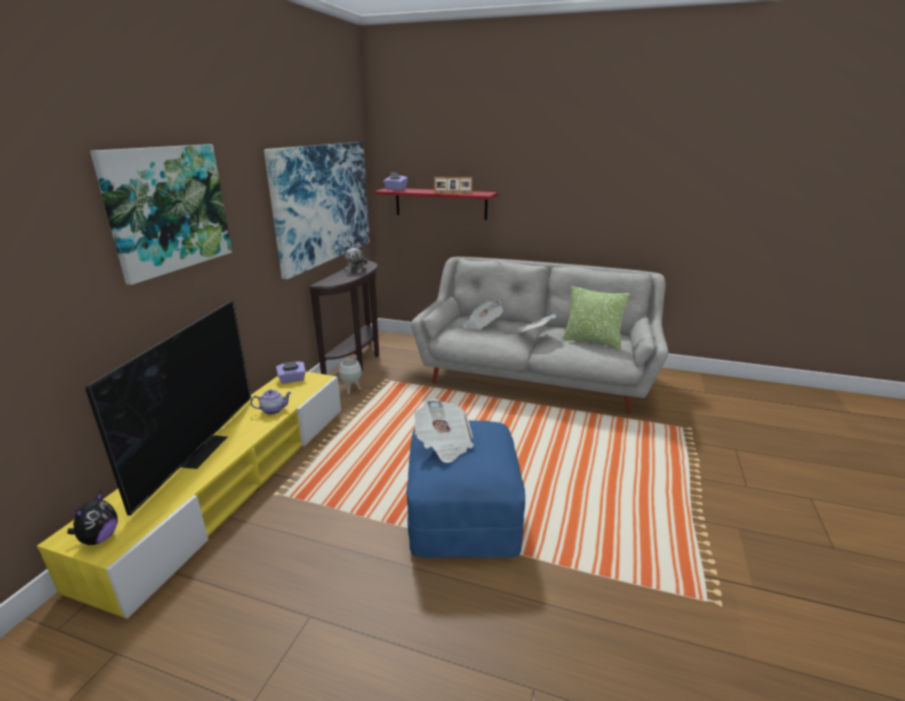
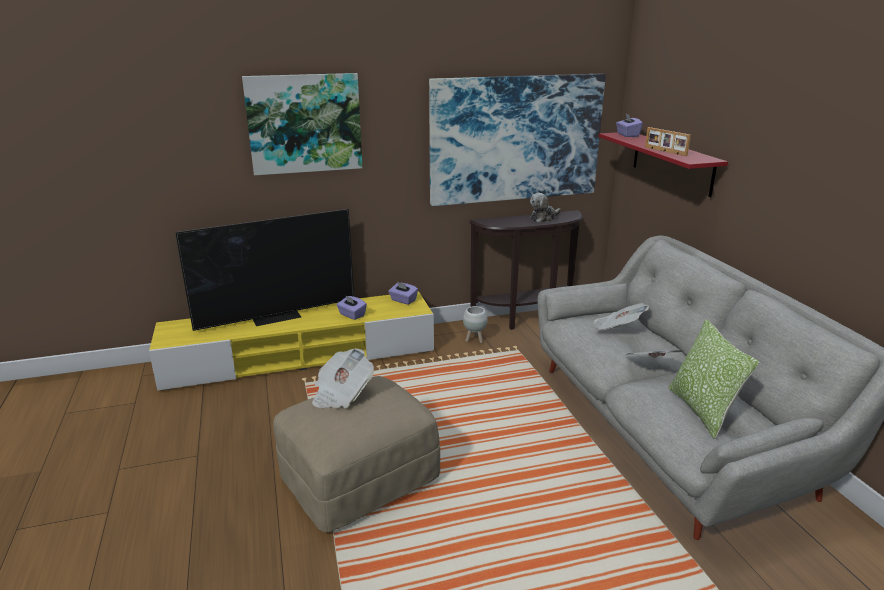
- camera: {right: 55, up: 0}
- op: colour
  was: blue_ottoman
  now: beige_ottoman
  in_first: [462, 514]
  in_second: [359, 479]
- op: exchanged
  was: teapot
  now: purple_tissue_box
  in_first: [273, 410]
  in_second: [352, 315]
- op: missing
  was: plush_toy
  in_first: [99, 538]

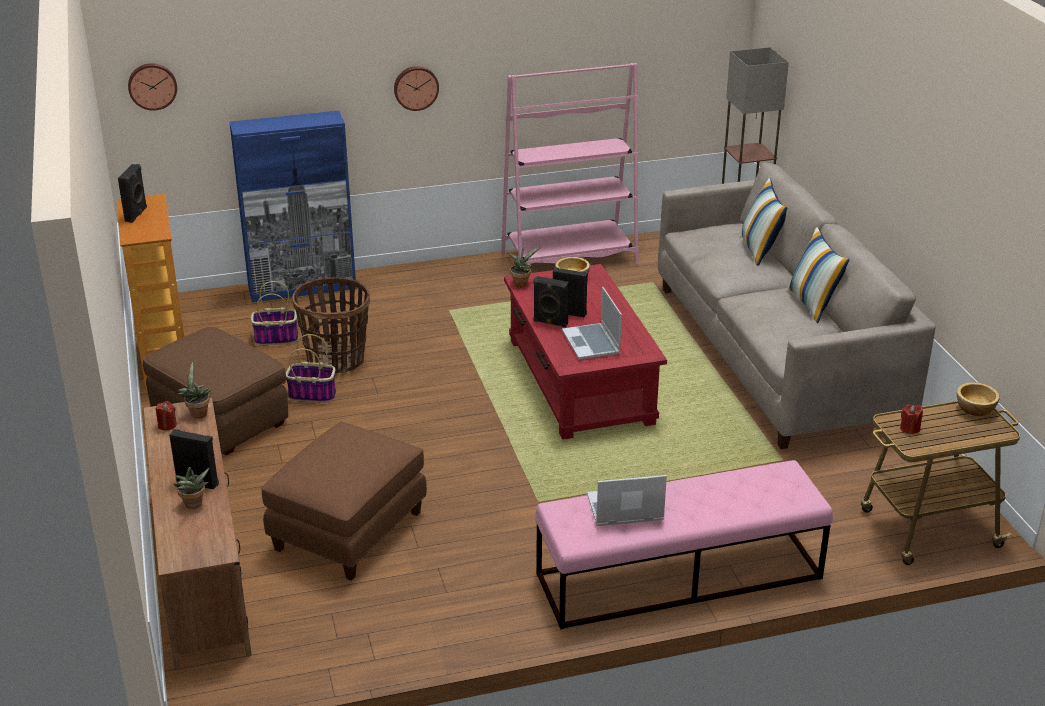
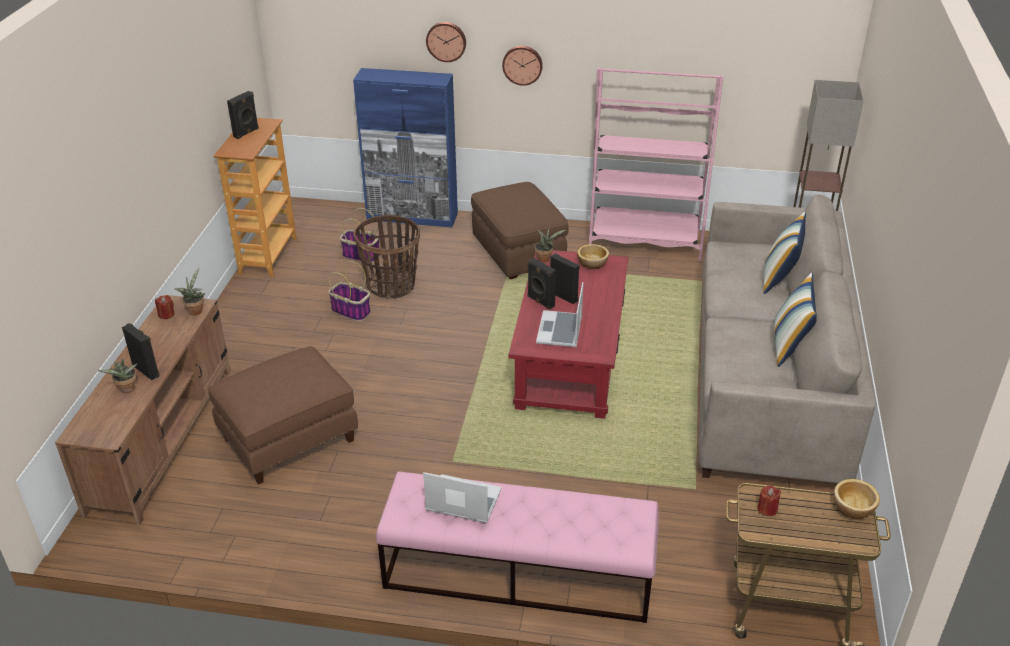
- camera: {right: 25, up: 5}
- op: relocated
  was: wall_clock
  in_first: [152, 86]
  in_second: [446, 41]
- op: relocated
  was: brown_ottoman
  in_first: [219, 418]
  in_second: [518, 252]

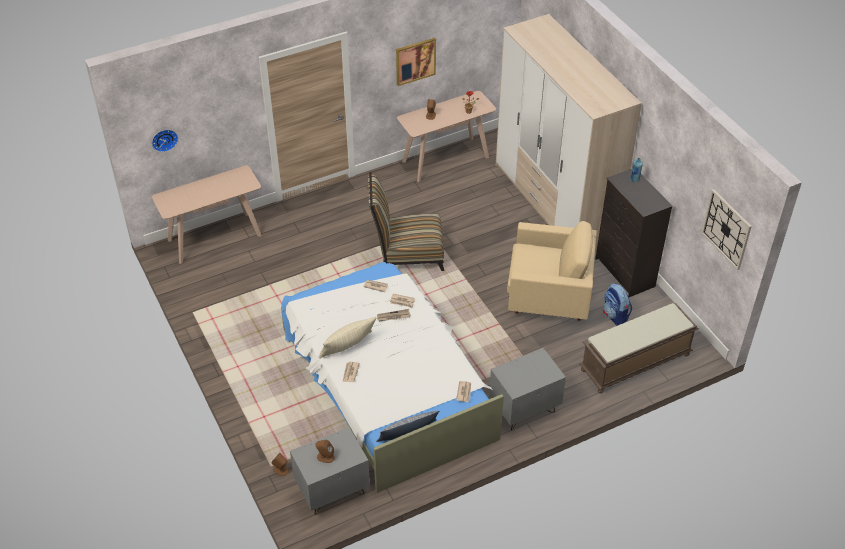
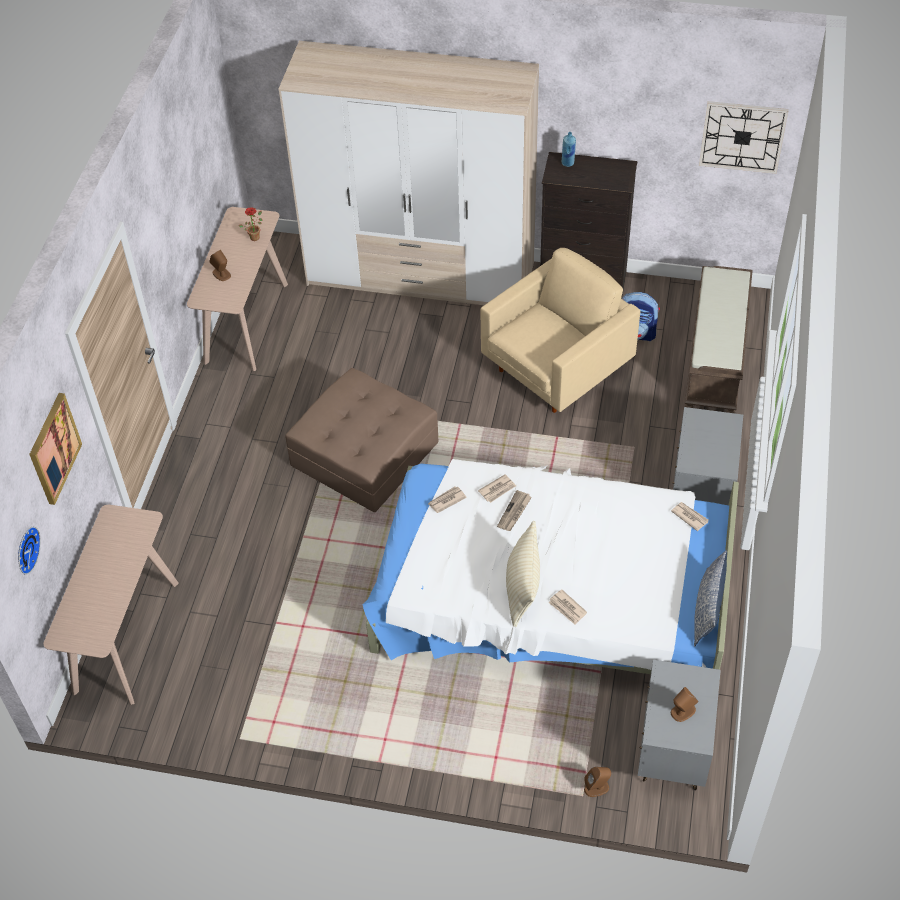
- camera: {right: -50, up: 5}
- op: relocated
  was: picture
  in_first: [415, 61]
  in_second: [54, 448]
- op: exchanged
  was: chair
  now: brown_ottoman
  in_first: [407, 253]
  in_second: [364, 453]

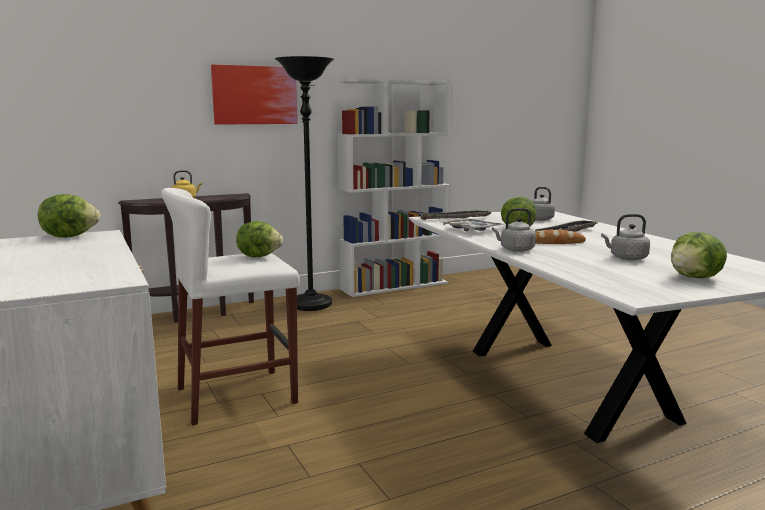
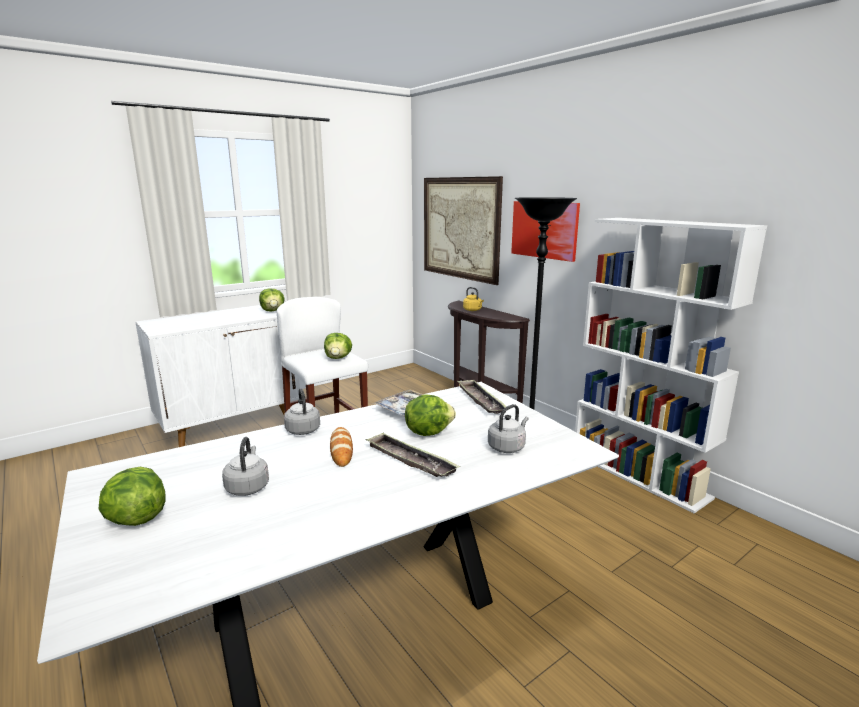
- camera: {right: 80, up: 5}
- op: appeared
  now: picture
  in_second: [460, 228]

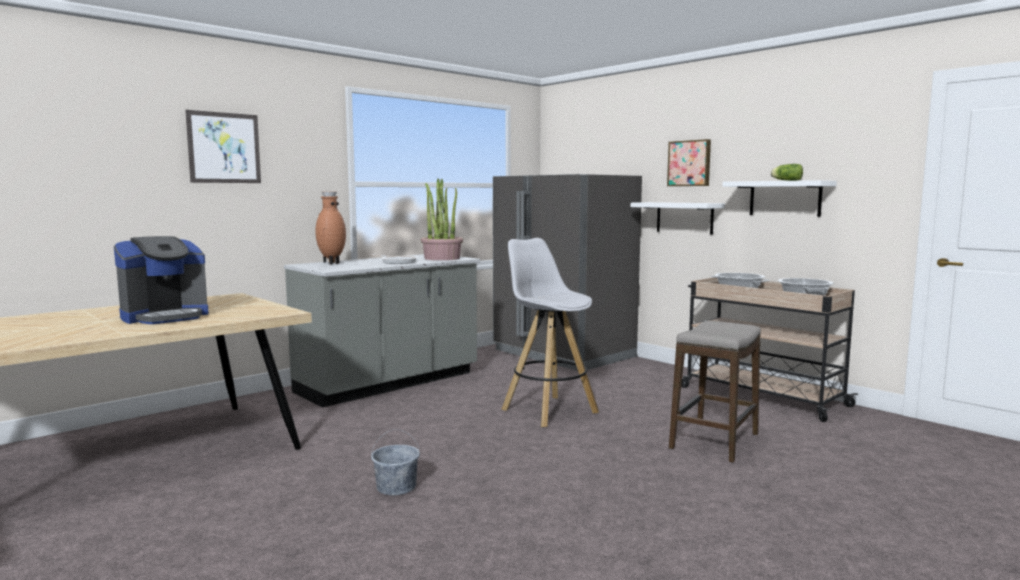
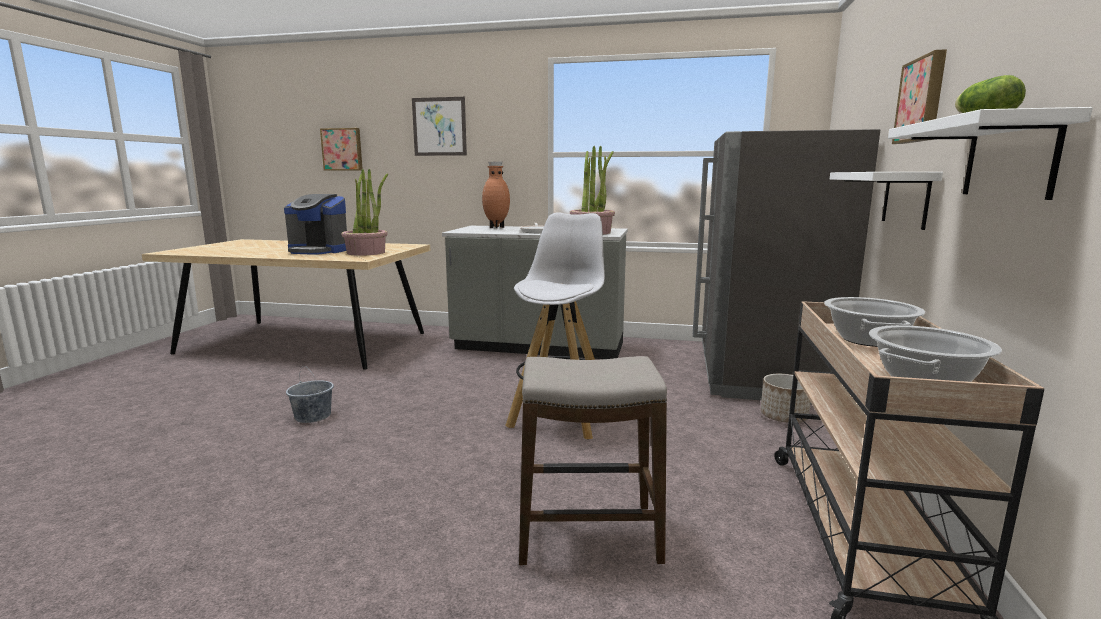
- camera: {right: 55, up: 5}
- op: appeared
  now: picture
  in_second: [342, 149]
- op: appeared
  now: potted_plant
  in_second: [366, 252]
- op: appeared
  now: planter
  in_second: [784, 417]

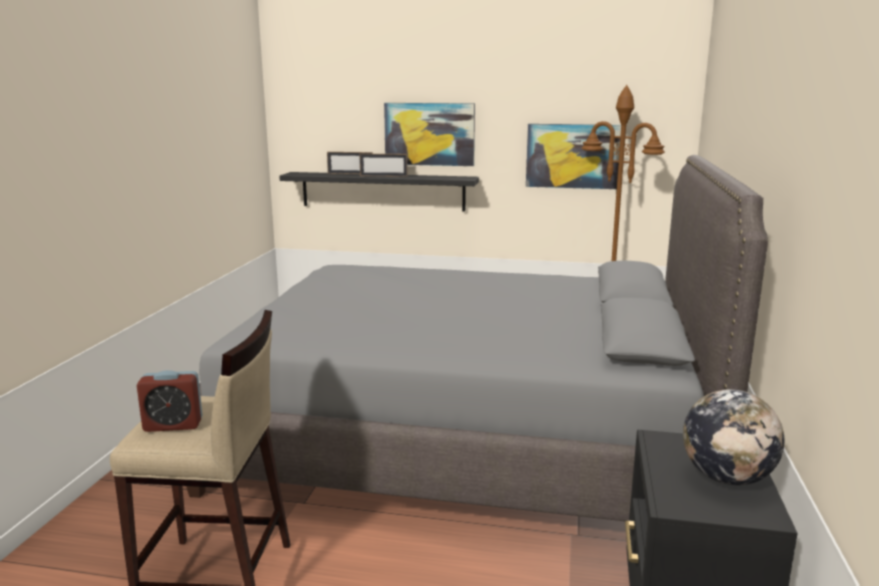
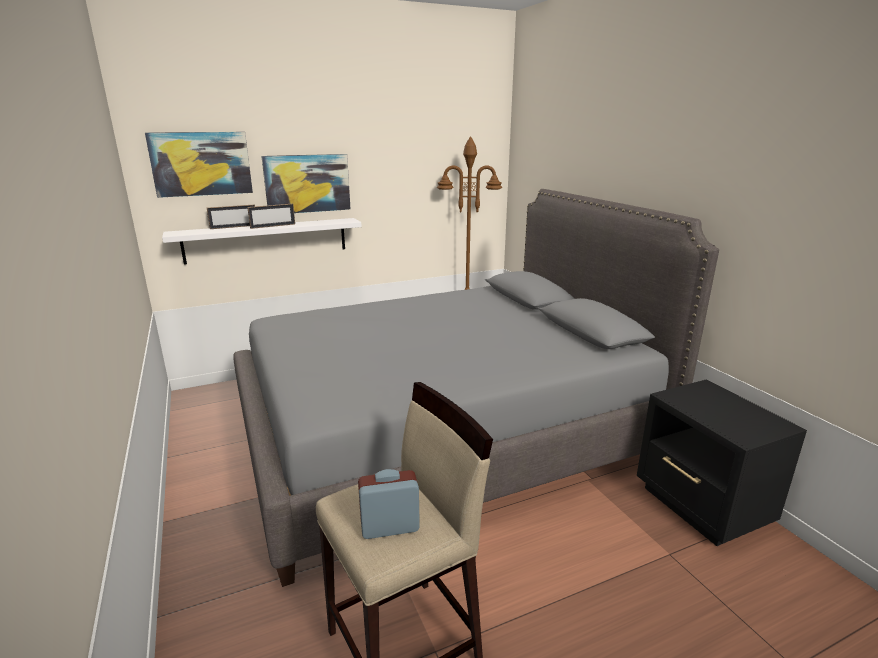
- camera: {right: -35, up: 5}
- op: relocated
  was: picture
  in_first: [573, 156]
  in_second: [201, 164]
- op: colour
  was: black_shelf
  now: white_shelf
  in_first: [382, 191]
  in_second: [266, 240]
- op: spun
  was: alarm_clock
  in_first: [173, 425]
  in_second: [390, 526]
  clockwise: -150
- op: missing
  was: globe
  in_first: [727, 478]

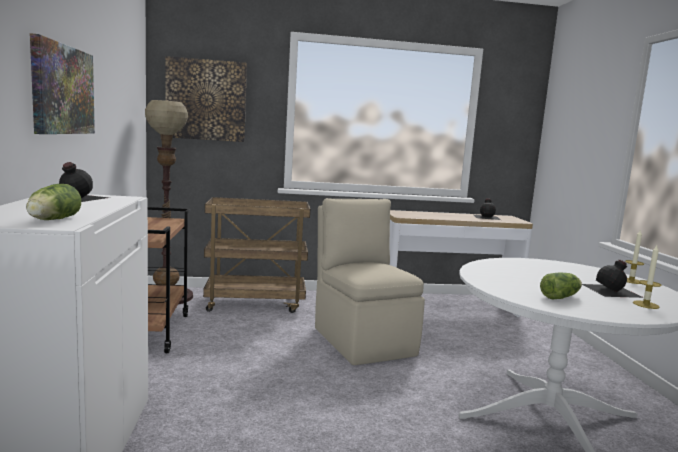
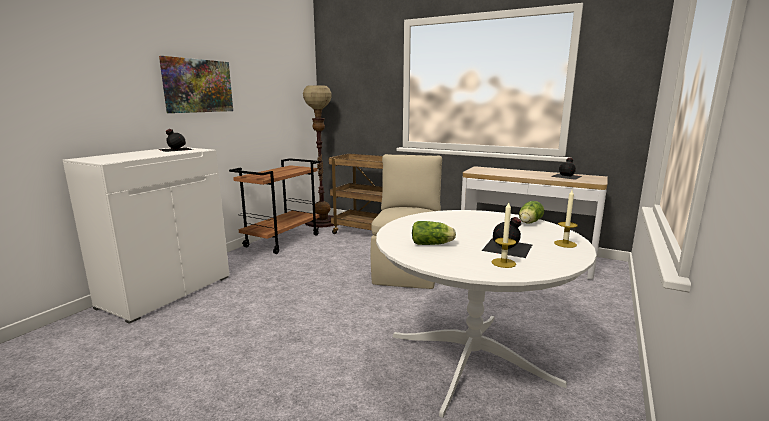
- camera: {right: 35, up: 5}
- op: relocated
  was: lettuce
  in_first: [52, 220]
  in_second: [529, 223]
- op: missing
  was: picture
  in_first: [206, 100]

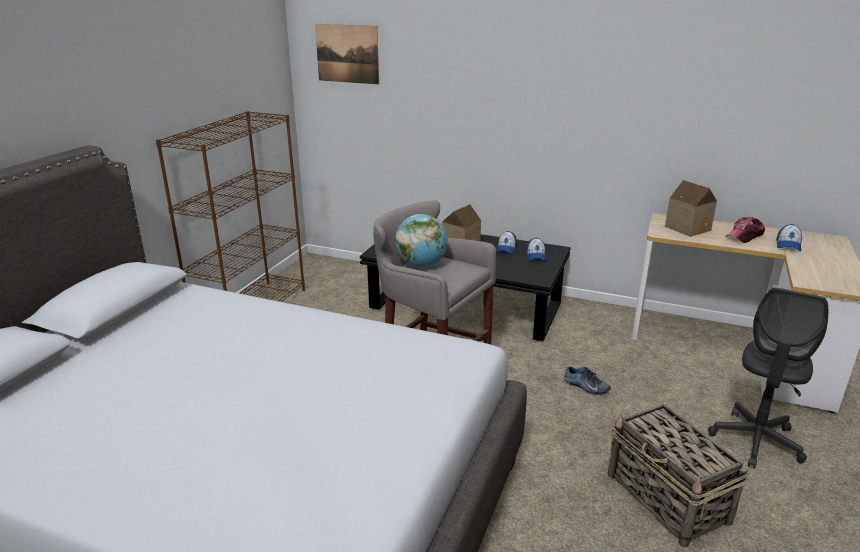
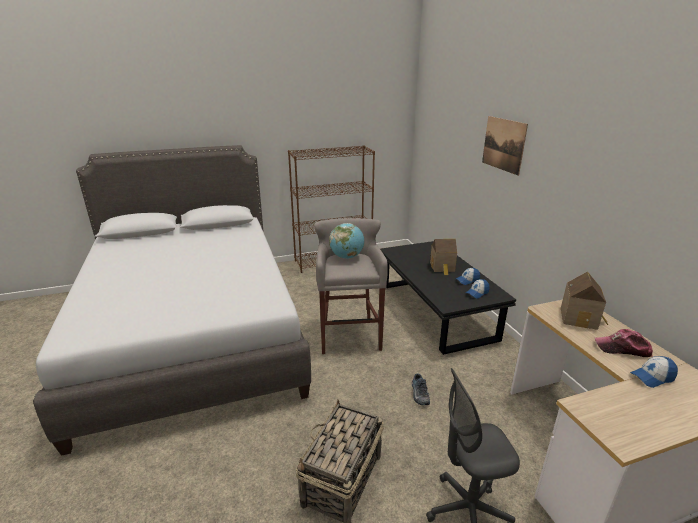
- camera: {right: 50, up: 0}
- op: relocated
  was: picture
  in_first: [347, 54]
  in_second: [503, 144]

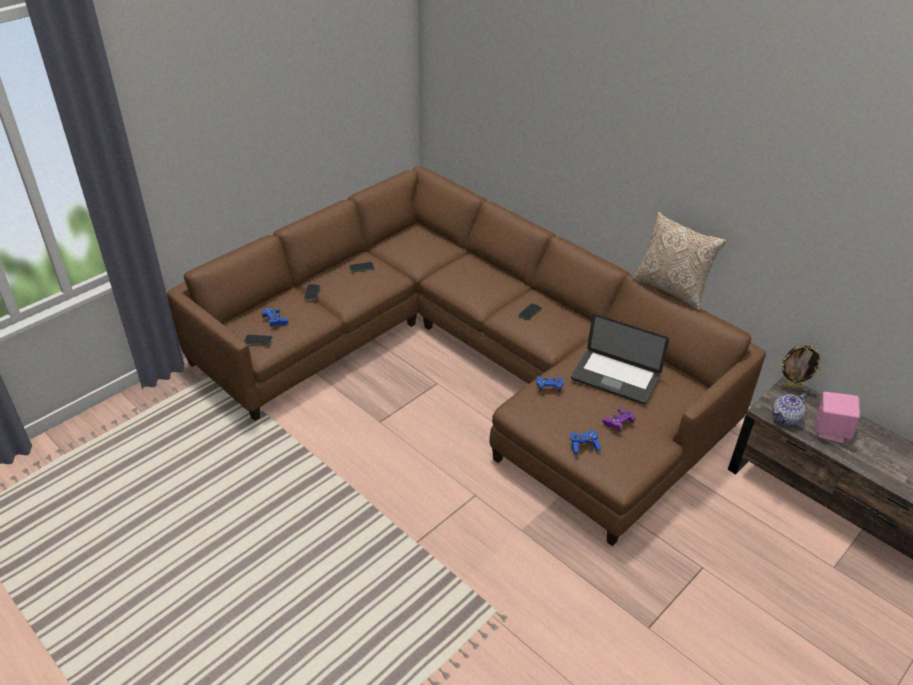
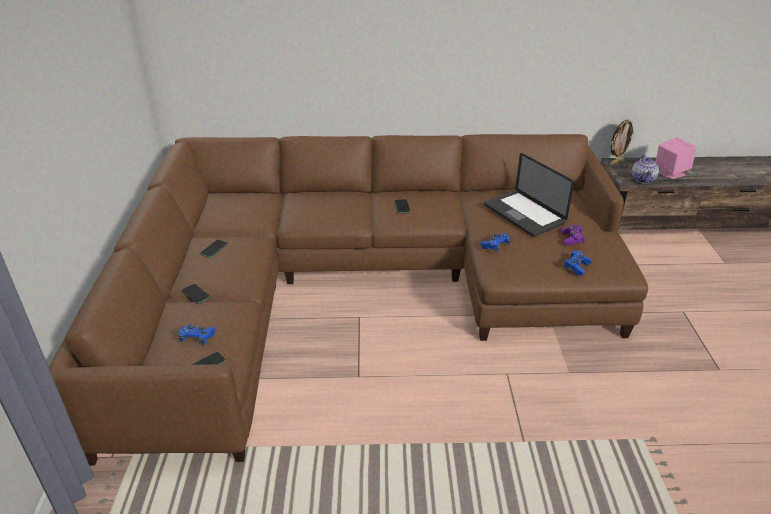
- camera: {right: -45, up: -5}
- op: spun
  was: laptop
  in_first: [615, 378]
  in_second: [524, 214]
  clockwise: 75
- op: missing
  was: pillow
  in_first: [671, 289]

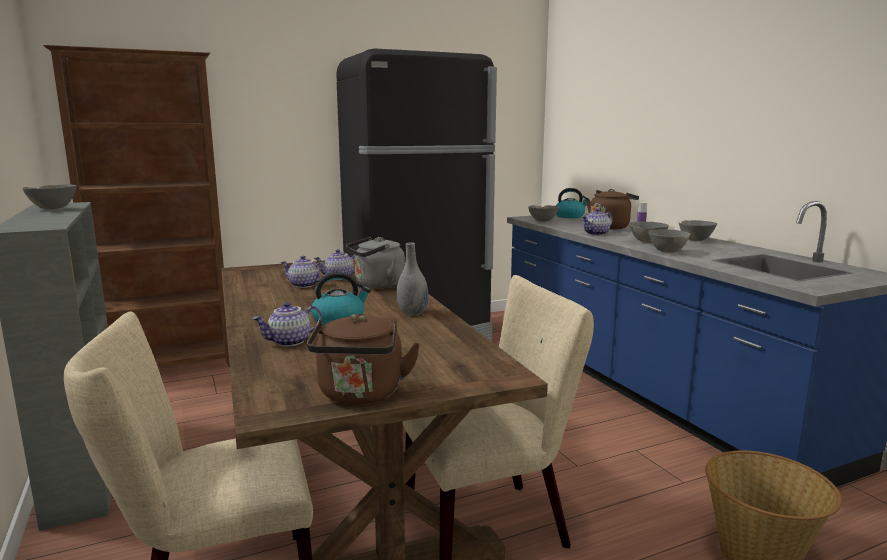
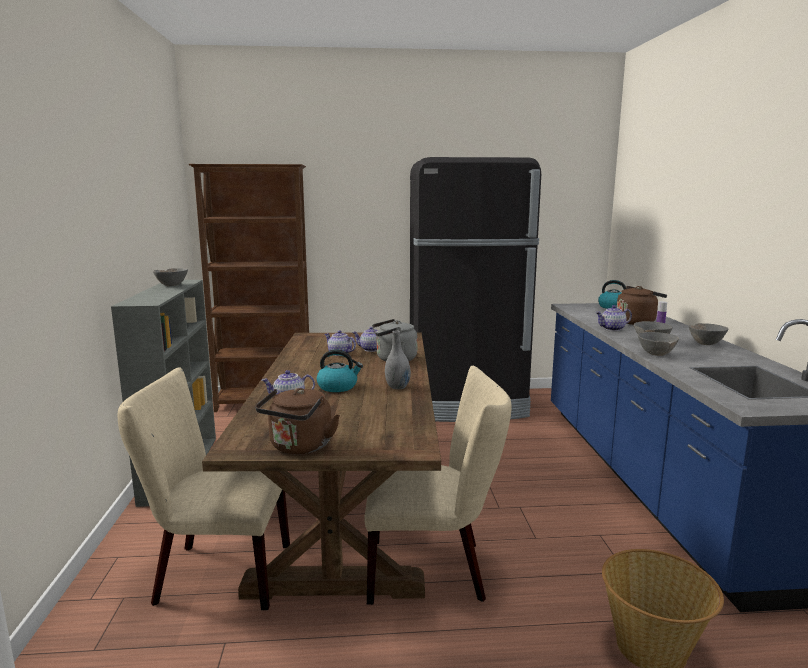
- camera: {right: 20, up: 0}
- op: missing
  was: grey_bowl
  in_first: [543, 221]

